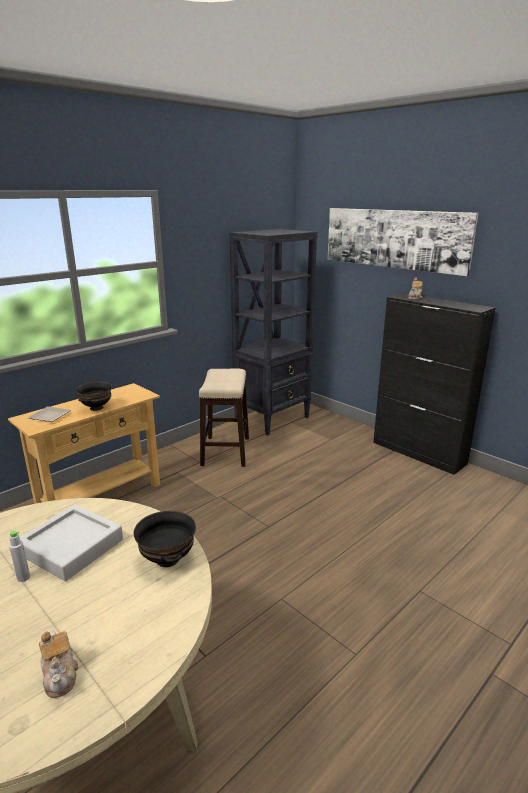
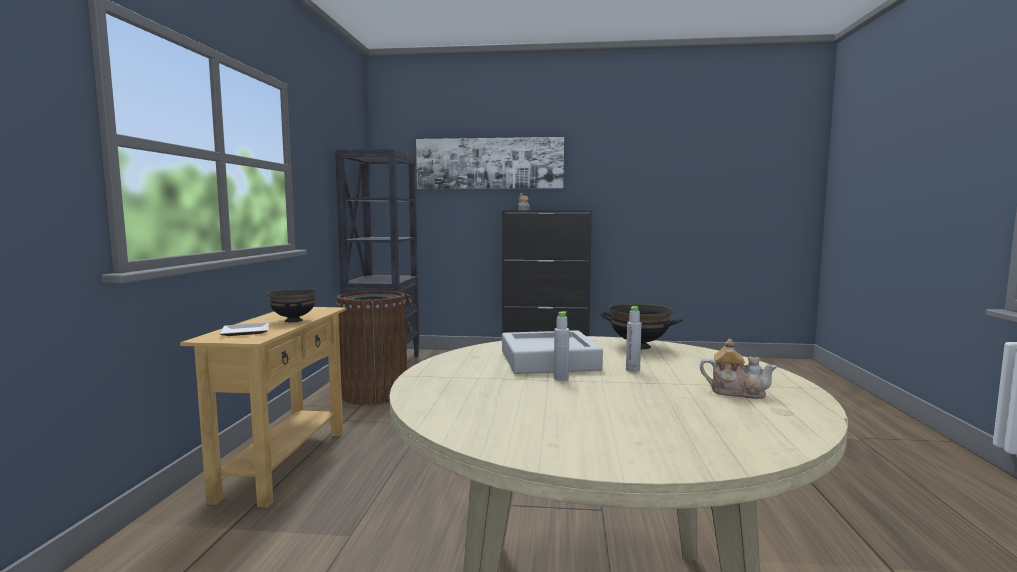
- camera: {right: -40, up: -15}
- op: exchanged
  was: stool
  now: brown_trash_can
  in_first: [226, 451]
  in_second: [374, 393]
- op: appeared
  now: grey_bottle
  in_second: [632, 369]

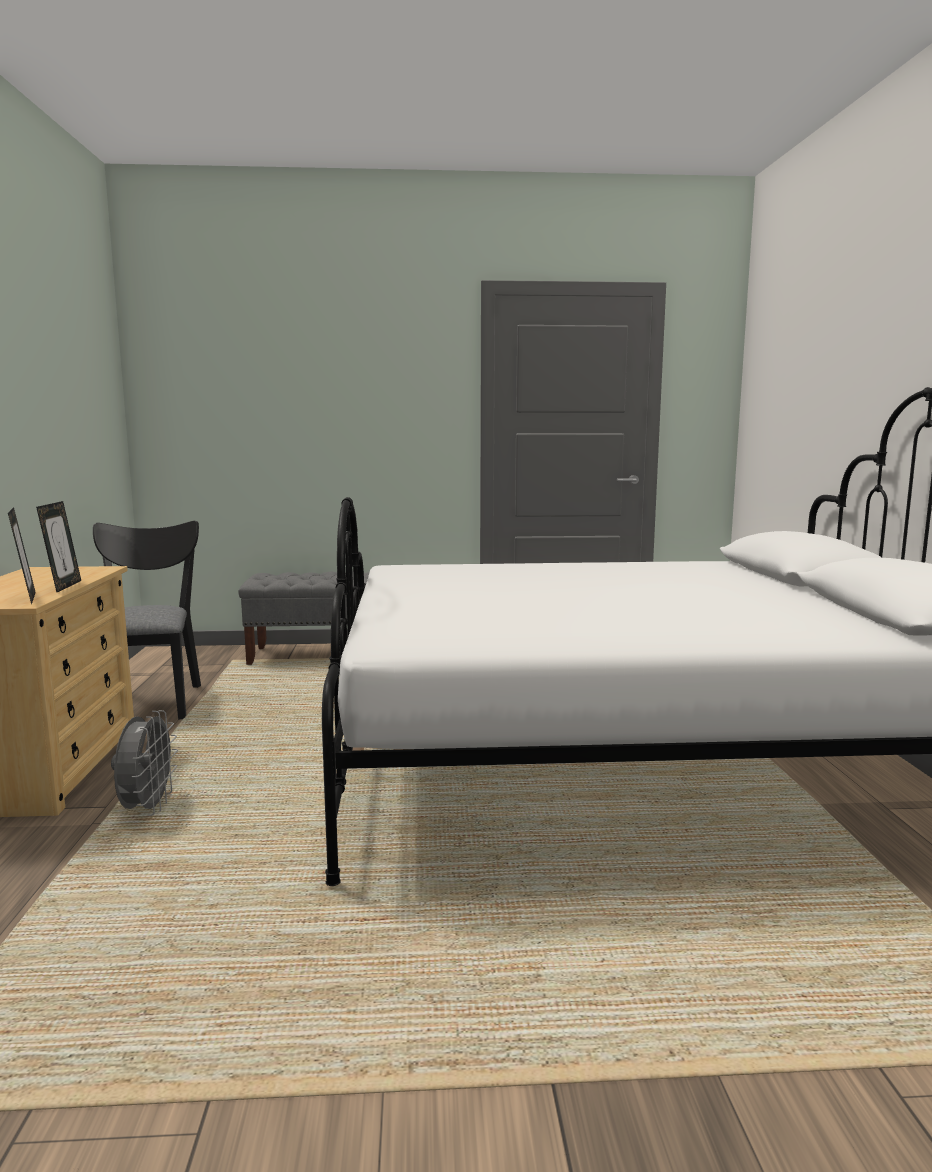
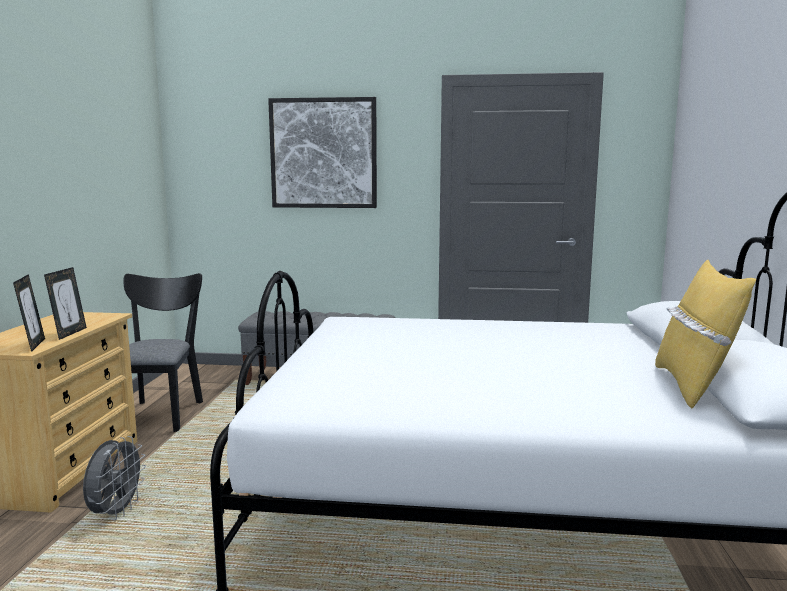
- camera: {right: 10, up: 0}
- op: appeared
  now: picture
  in_second: [323, 153]
- op: appeared
  now: yellow_pillow
  in_second: [693, 386]

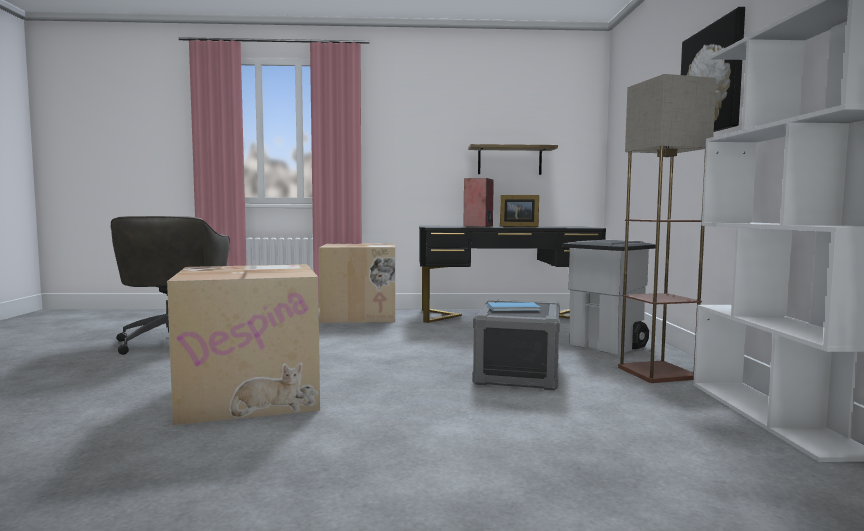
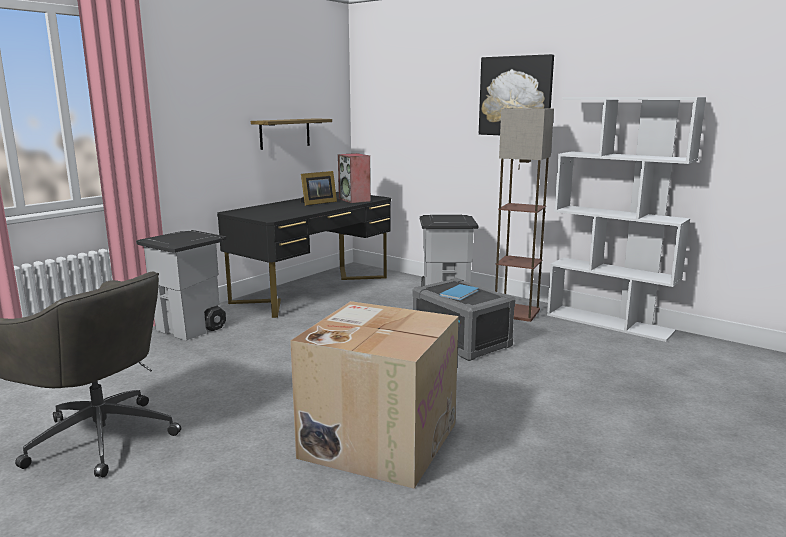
- camera: {right: -50, up: 10}
- op: exchanged
  was: cardboard_box
  now: grey_trash_can
  in_first: [360, 315]
  in_second: [191, 329]
- op: relocated
  was: speaker
  in_first: [478, 226]
  in_second: [355, 200]

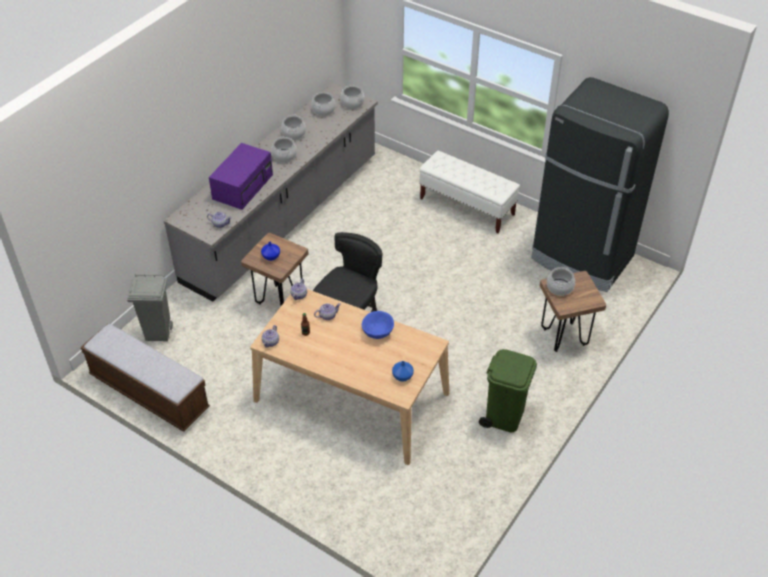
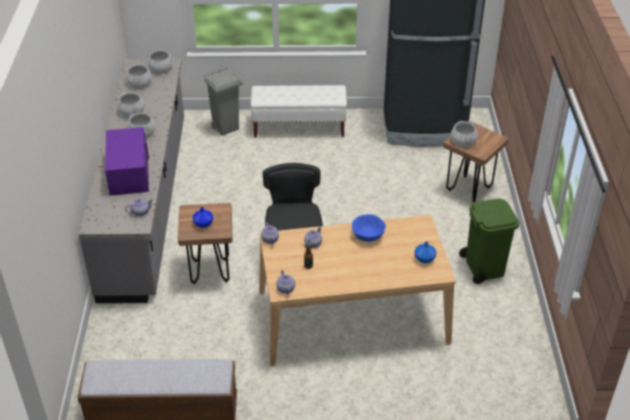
- camera: {right: -35, up: -5}
- op: relocated
  was: grey_trash_can
  in_first: [159, 333]
  in_second: [226, 128]

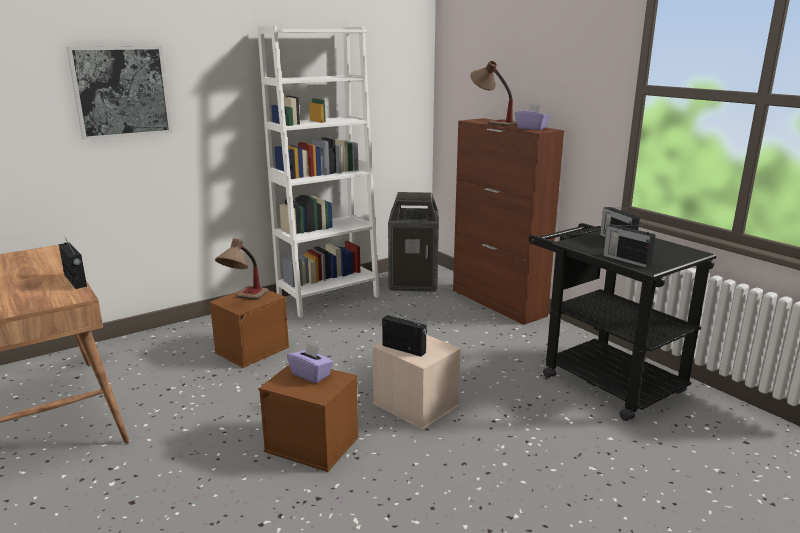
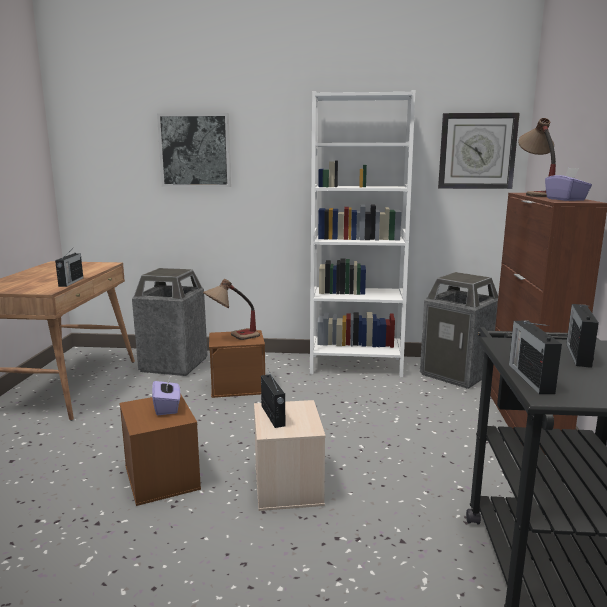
- camera: {right: 40, up: -5}
- op: appeared
  now: trash_can
  in_second: [174, 365]
- op: appeared
  now: wall_clock
  in_second: [477, 151]

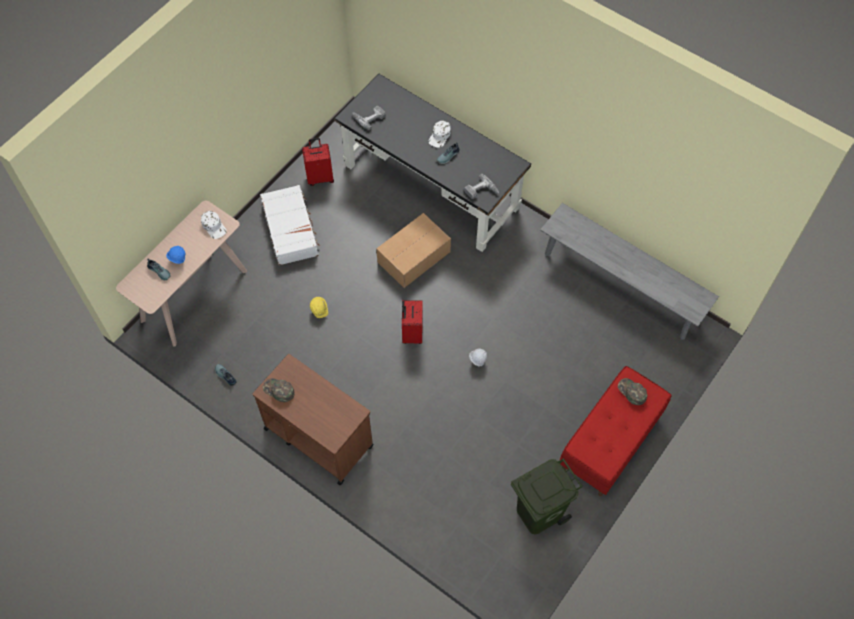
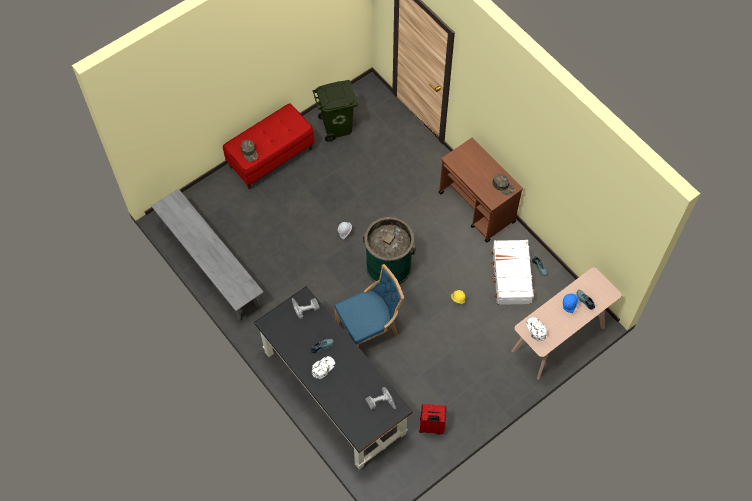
- camera: {right: -165, up: 0}
- op: exchanged
  was: cardboard_box
  now: blue_chair
  in_first: [412, 257]
  in_second: [369, 329]
- op: exchanged
  was: red_suitcase
  now: green_trash_can
  in_first: [411, 333]
  in_second: [388, 266]
- op: relocated
  was: white_suitcase
  in_first: [291, 229]
  in_second: [511, 276]

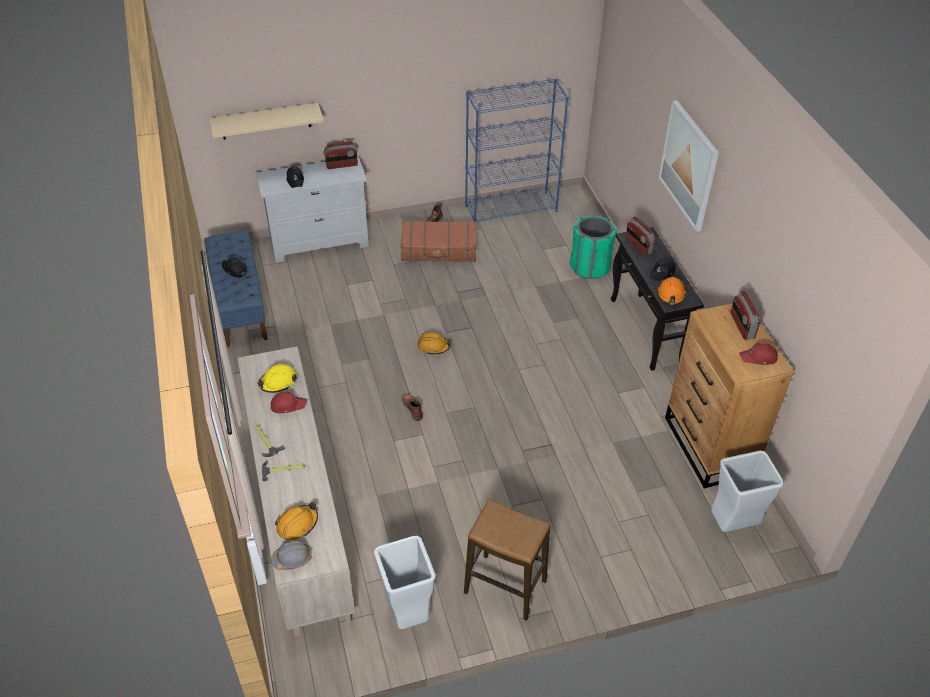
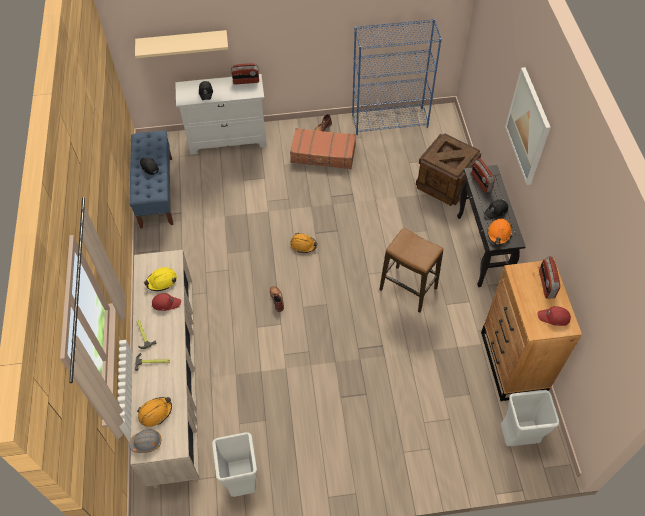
- camera: {right: 10, up: 10}
- op: relocated
  was: stool
  in_first: [505, 587]
  in_second: [408, 289]
- op: exchanged
  was: green_trash_can
  now: crate
  in_first: [589, 267]
  in_second: [445, 183]

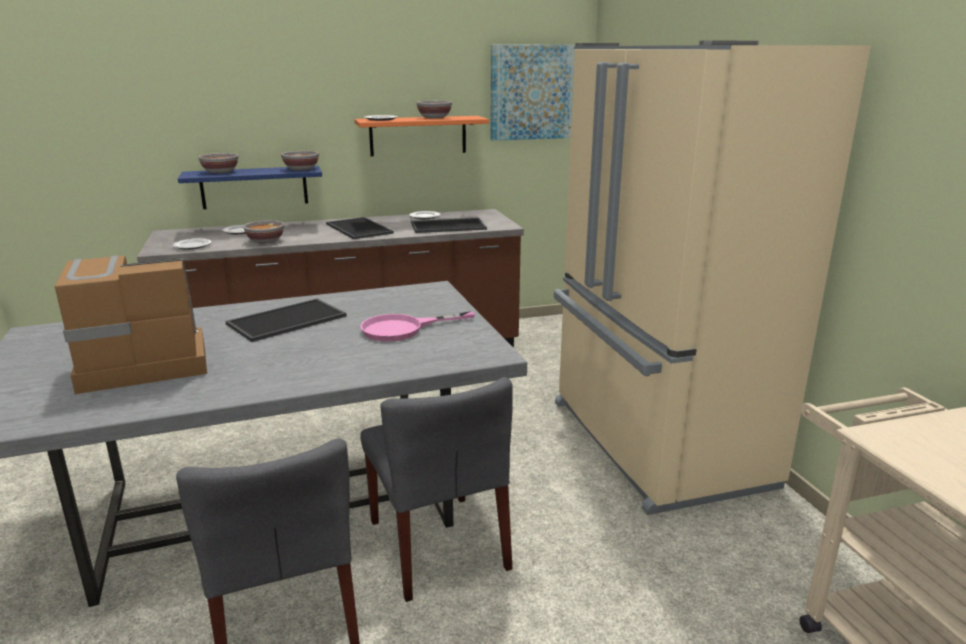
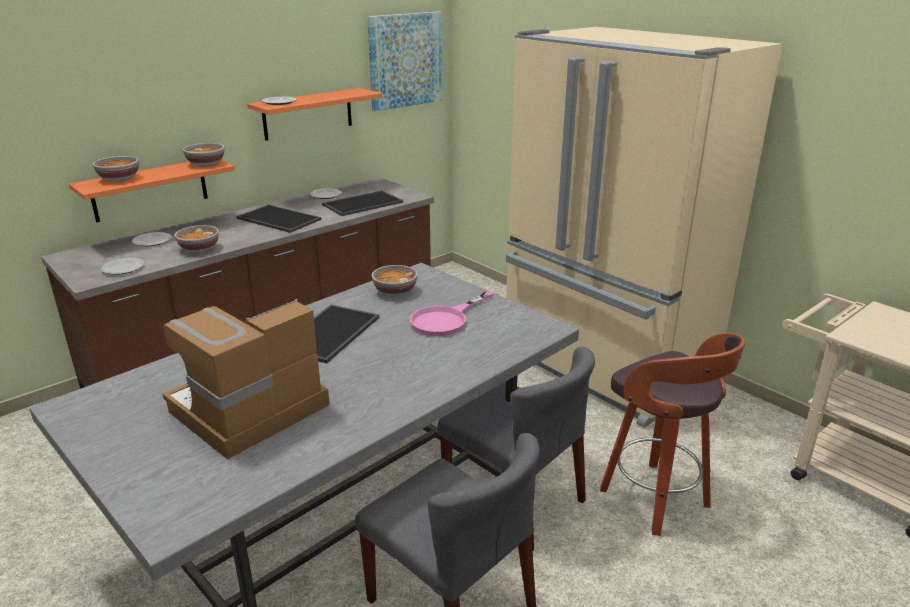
- camera: {right: -25, up: 5}
- op: colour
  was: blue_shelf
  now: orange_shelf
  in_first: [254, 187]
  in_second: [150, 189]
- op: relocated
  was: bowl
  in_first: [434, 117]
  in_second: [394, 291]
- op: appeared
  now: stool
  in_second: [656, 500]

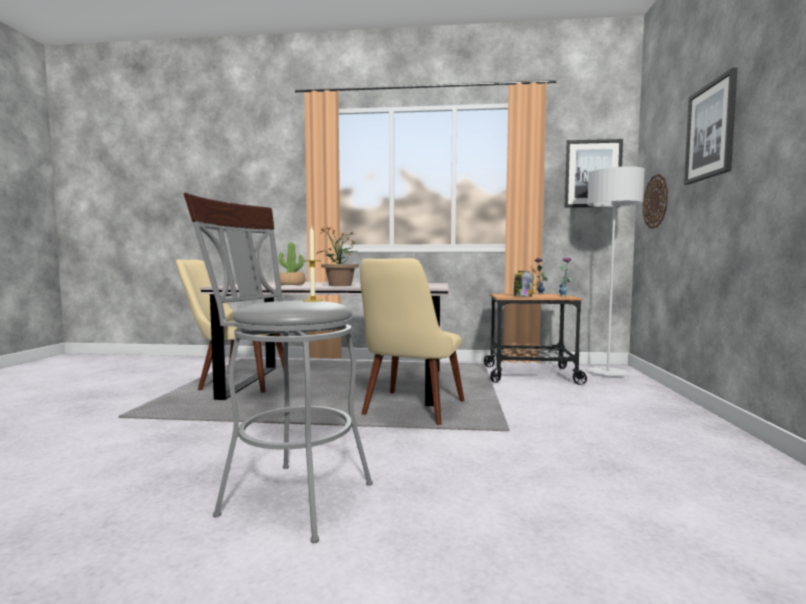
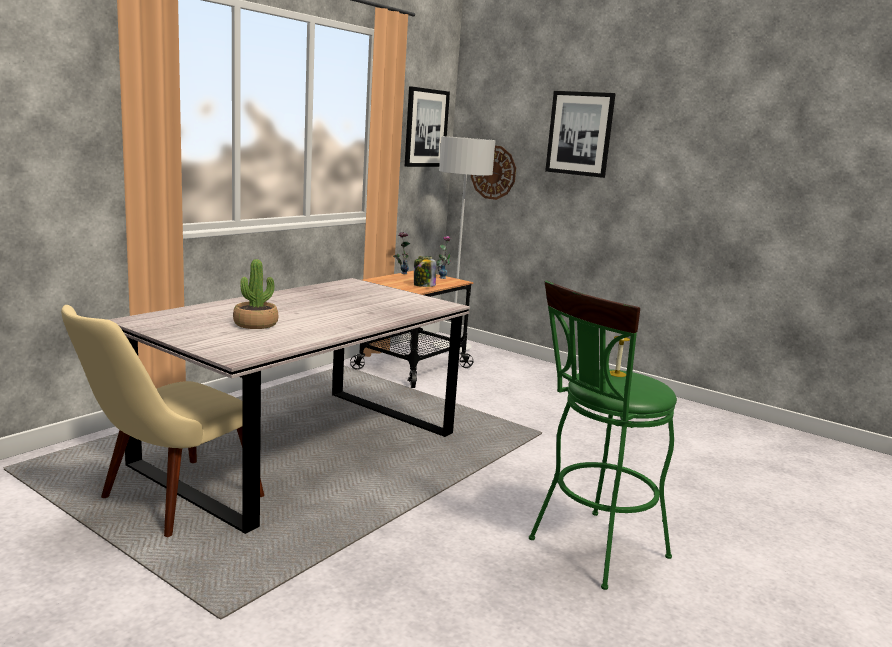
- camera: {right: -60, up: 10}
- op: colour
  was: grey_stool
  now: green_stool
  in_first: [286, 496]
  in_second: [591, 551]
- op: missing
  was: potted_plant
  in_first: [339, 285]
- op: missing
  was: beige_chair
  in_first: [409, 412]

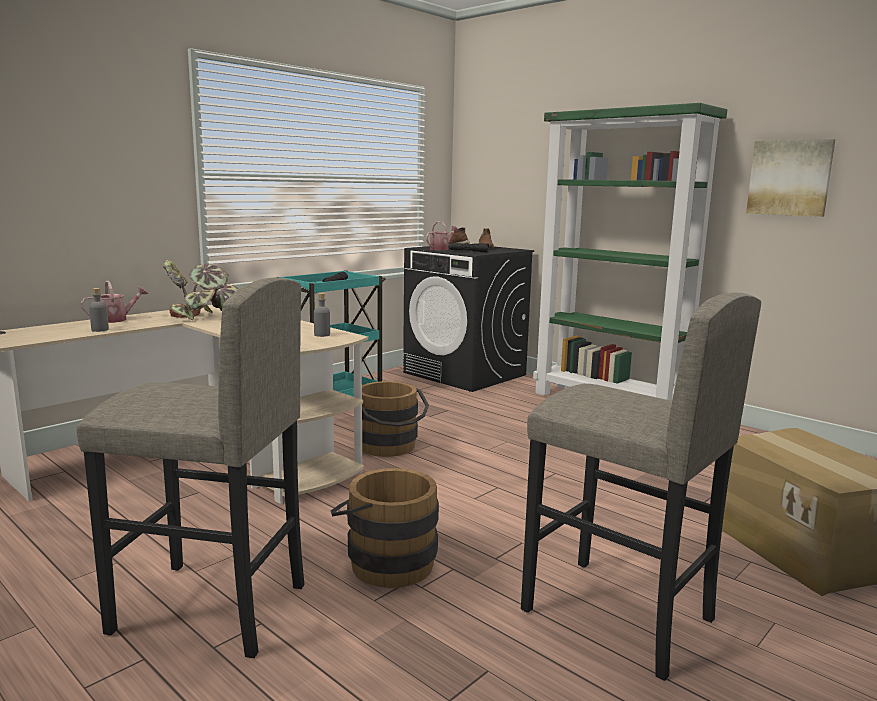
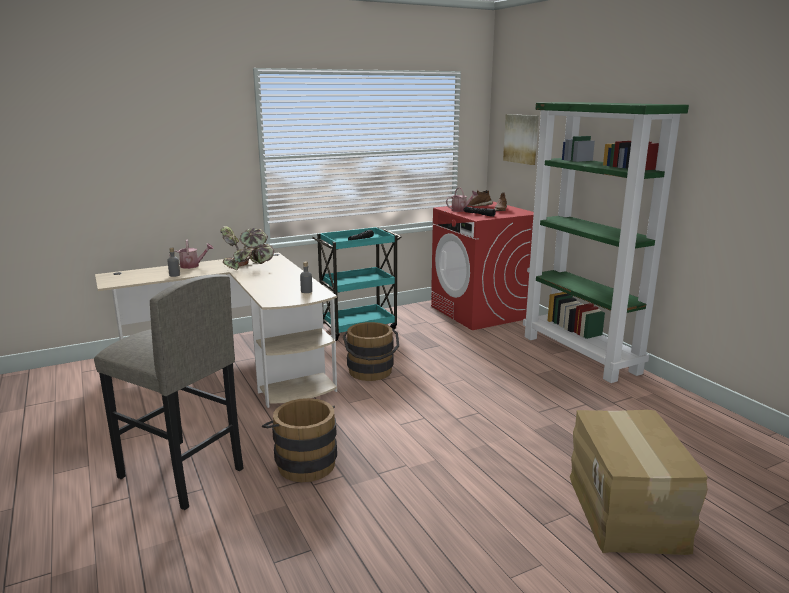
- camera: {right: 20, up: 5}
- op: colour
  was: black_washing_machine
  now: red_washing_machine
  in_first: [465, 374]
  in_second: [480, 312]
- op: relocated
  was: picture
  in_first: [789, 178]
  in_second: [521, 139]
- op: missing
  was: grey_stool
  in_first: [617, 615]

